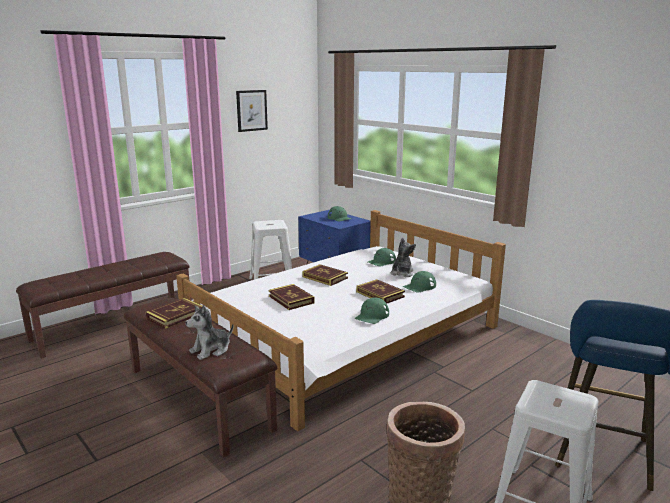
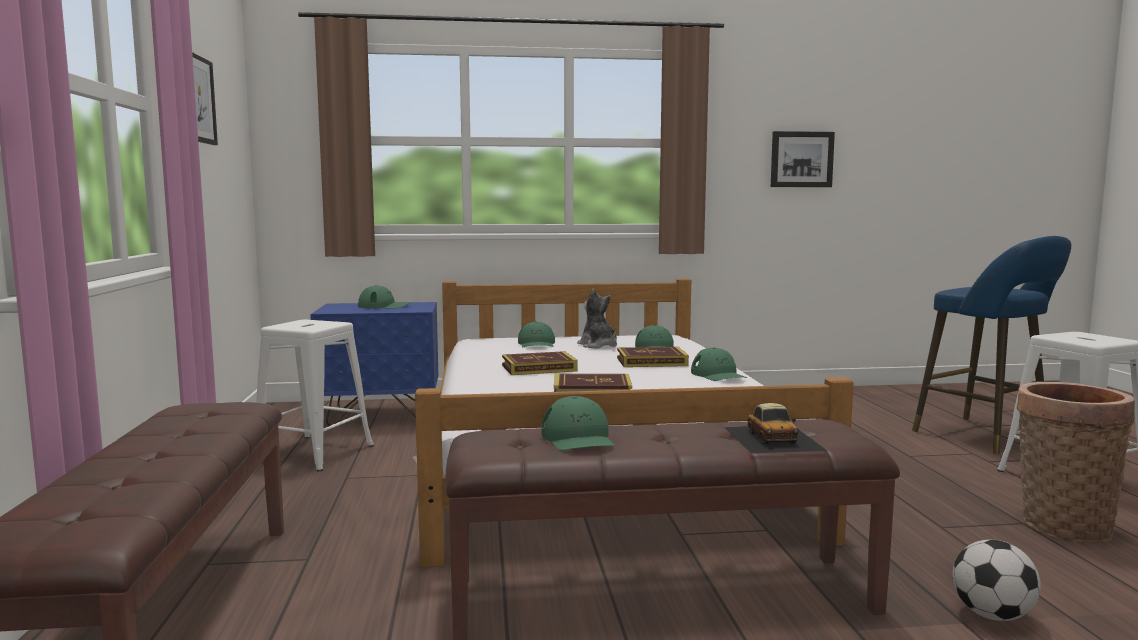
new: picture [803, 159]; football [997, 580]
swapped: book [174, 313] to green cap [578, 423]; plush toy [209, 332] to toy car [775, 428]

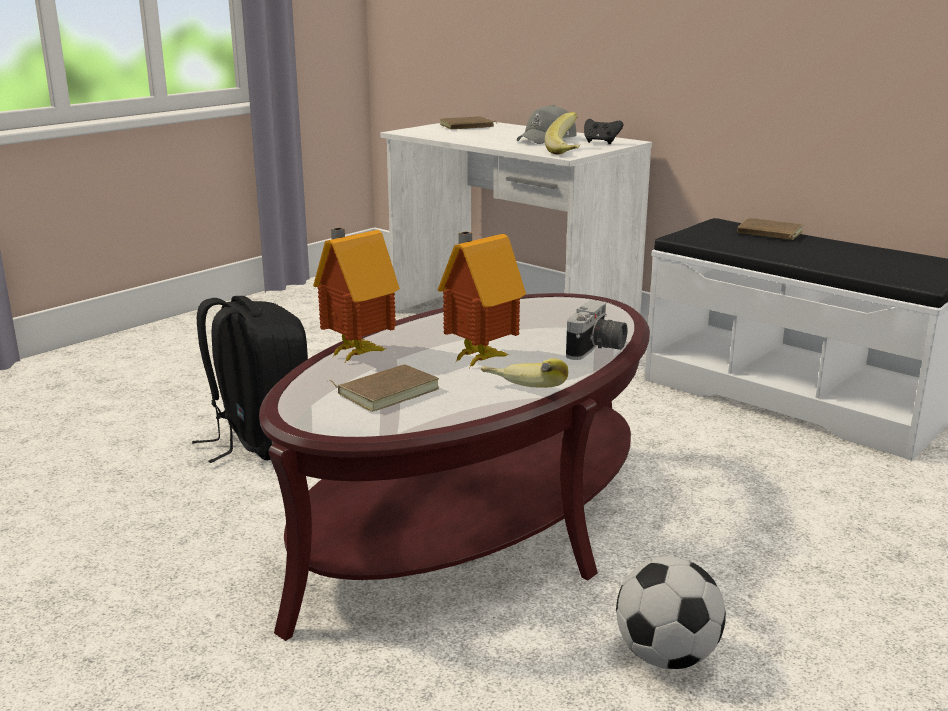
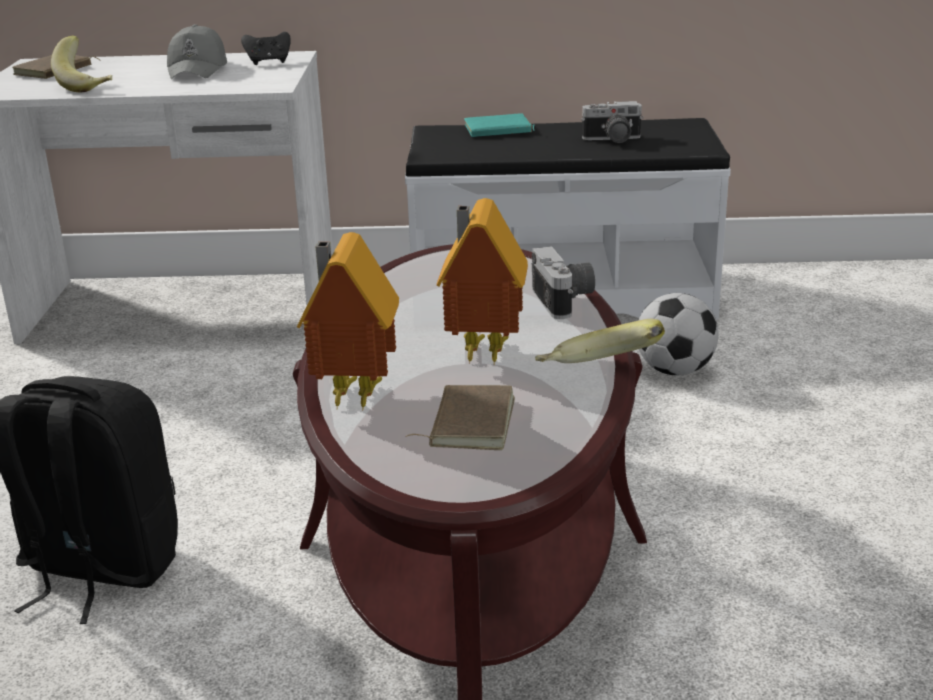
new: photo camera [612, 122]
shifted: banana [562, 133] to [81, 63]; football [671, 612] to [678, 334]
repainted: brown book [770, 229] to turquoise book [499, 125]

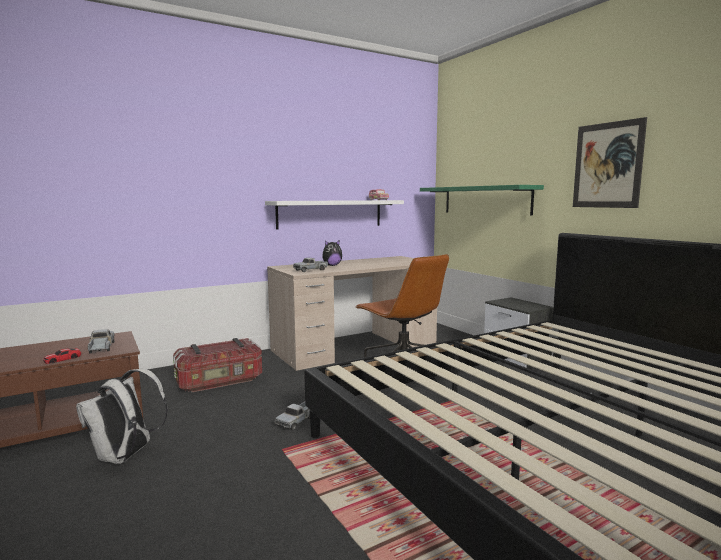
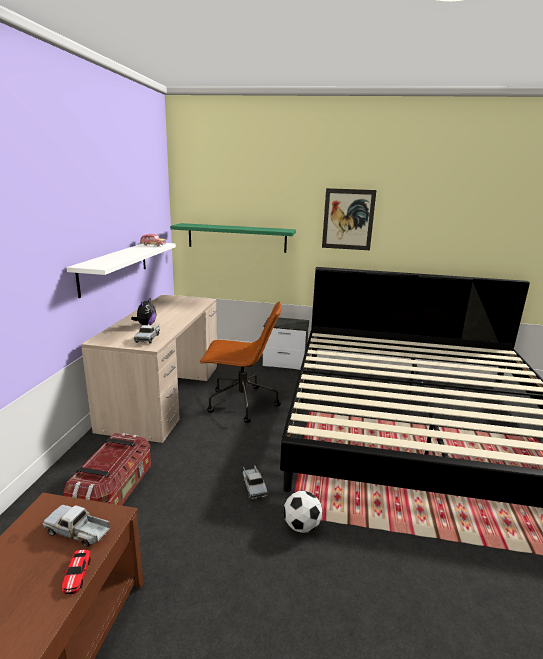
gone: white backpack [122, 416]
new: football [303, 512]

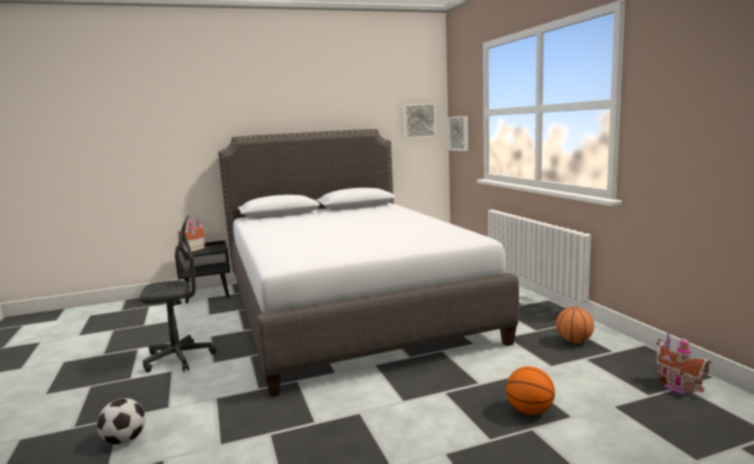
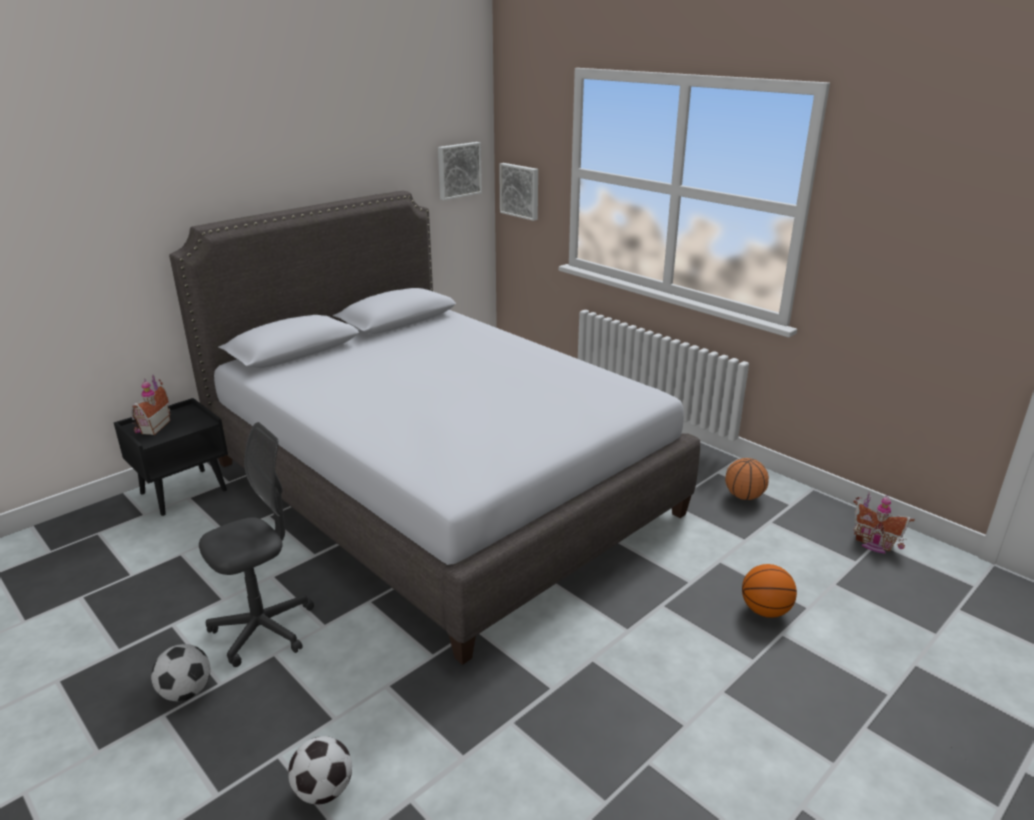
new: football [180, 672]

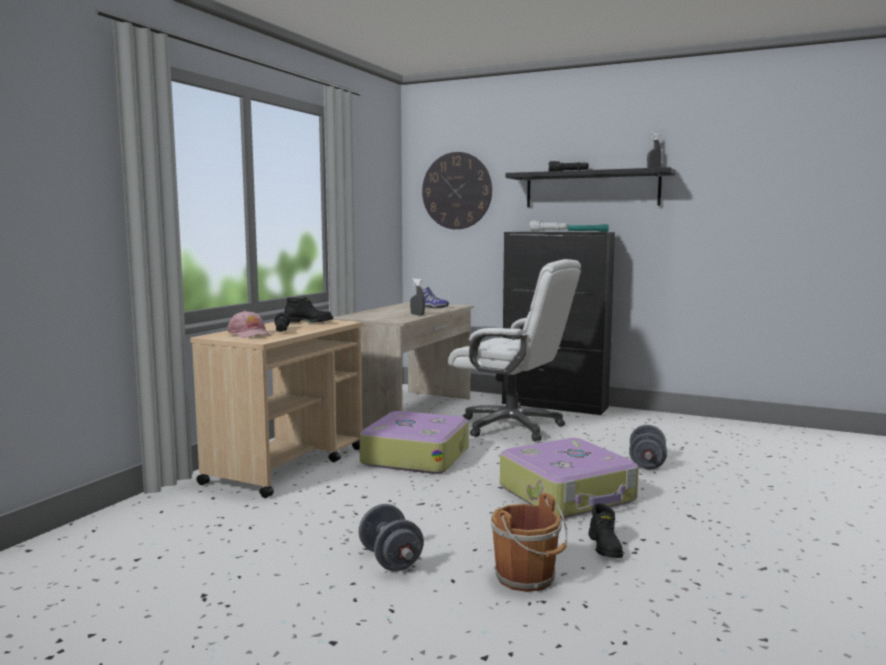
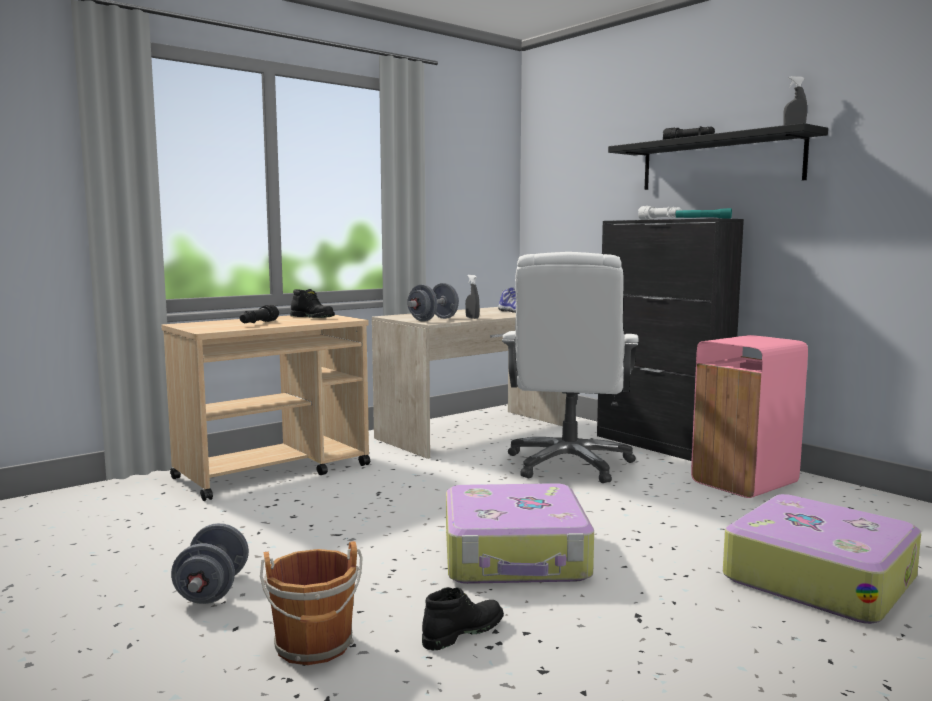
gone: pink cap [249, 324]; wall clock [457, 190]
new: pink trash can [749, 416]
shifted: grey dumbbell [648, 447] to [433, 302]; suitcase [414, 442] to [822, 559]
rotated: black boot [606, 530] = [463, 618] 150 degrees counterclockwise; white office chair [514, 350] = [570, 367] 45 degrees clockwise

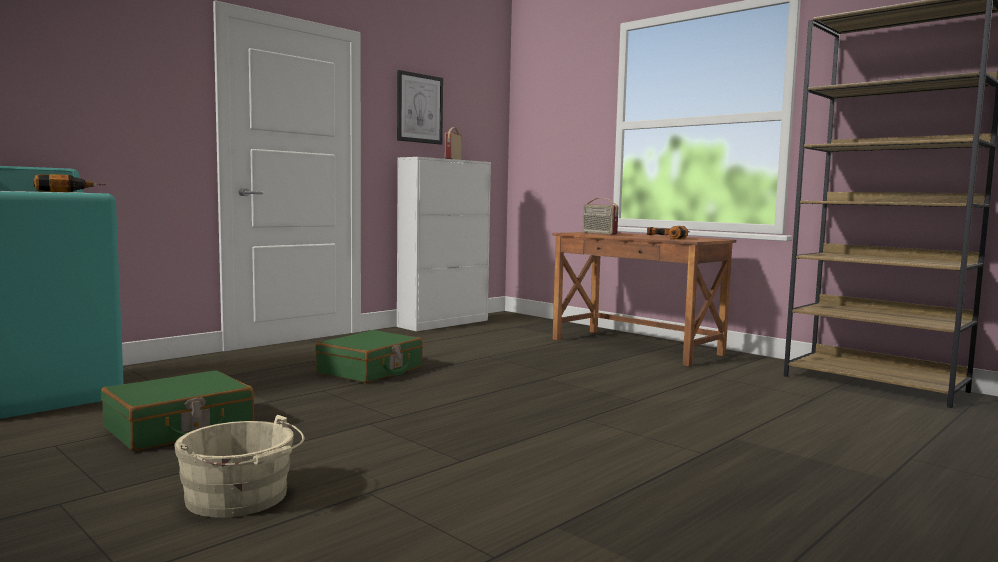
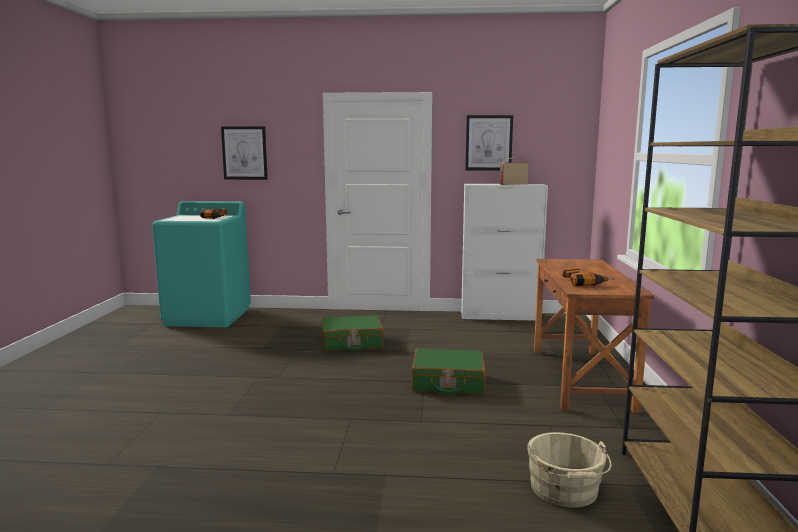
gone: radio [600, 216]
new: picture [244, 153]
shifted: green suitcase [177, 410] to [449, 371]; beige bucket [239, 466] to [569, 470]

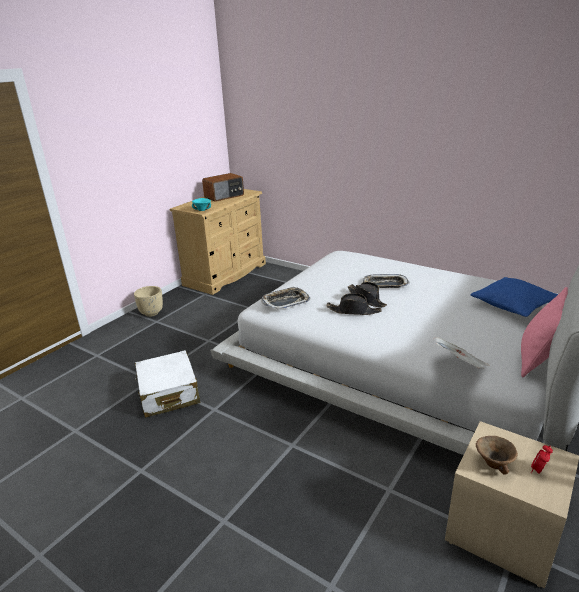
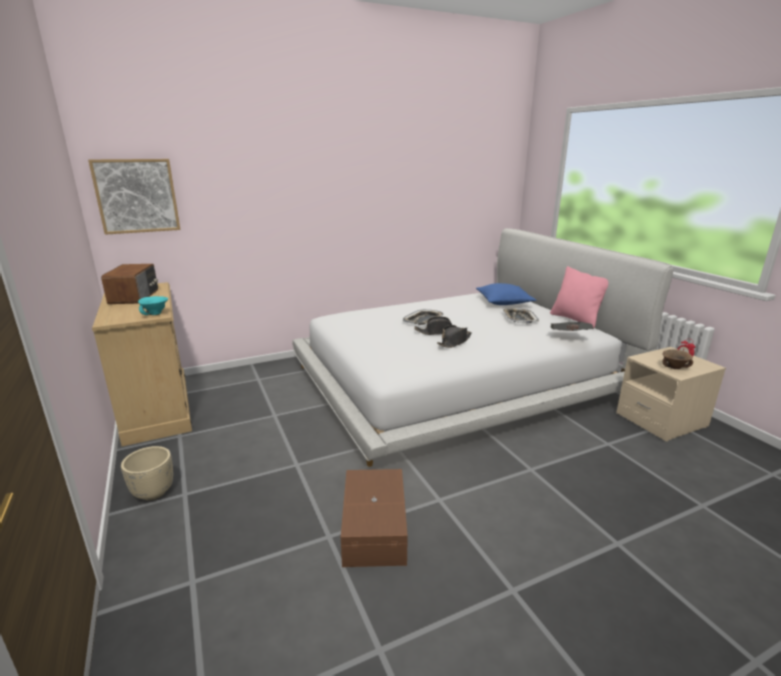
new: picture [134, 197]
shifted: tray [286, 298] to [521, 316]
swapped: white suitcase [167, 384] to brown storage box [374, 518]

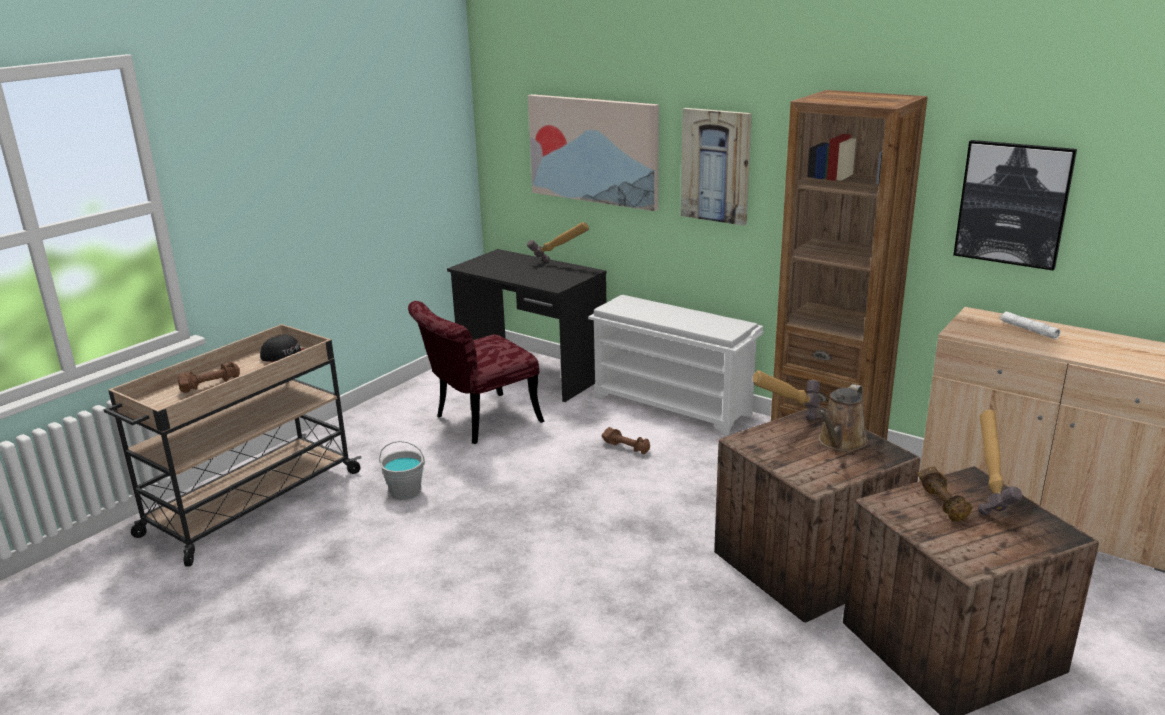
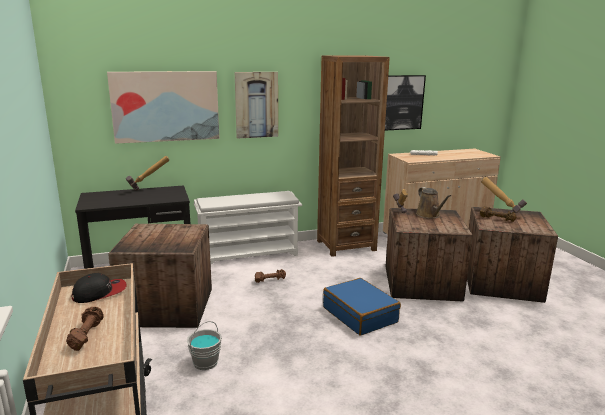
new: blue suitcase [362, 306]
swapped: red chair [476, 372] to crate [160, 276]

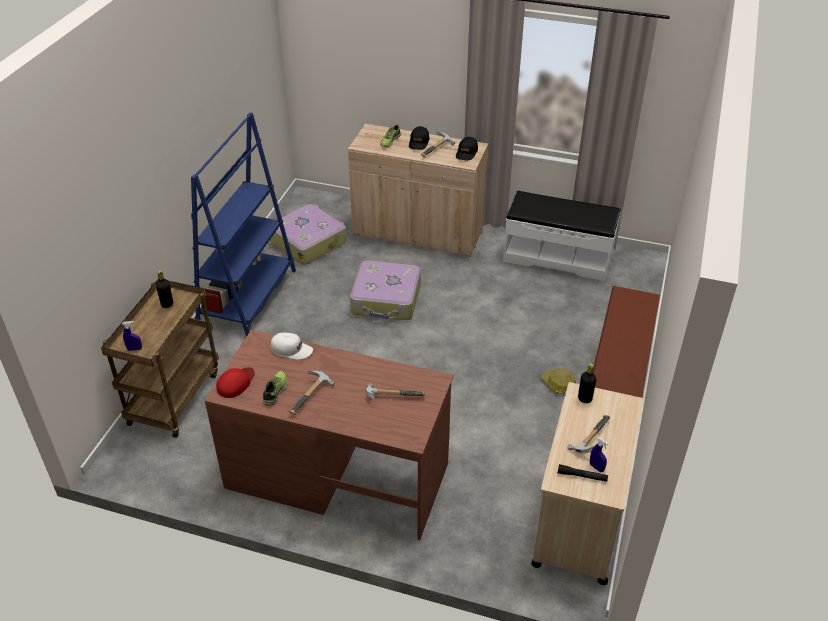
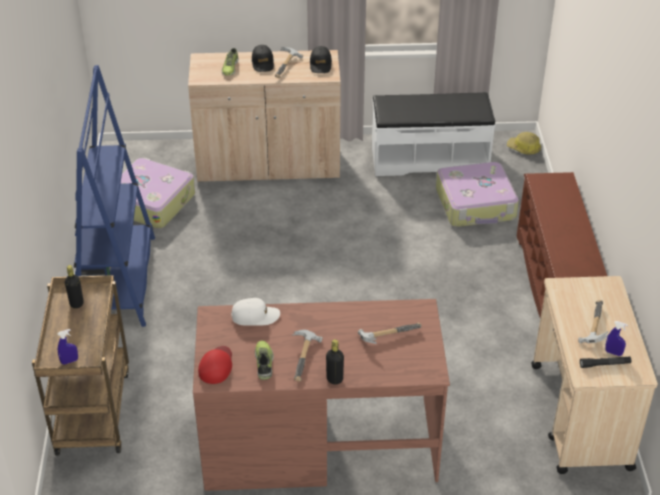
shifted: black bottle [587, 383] to [335, 361]; suitcase [385, 290] to [477, 194]; hard hat [558, 381] to [524, 143]

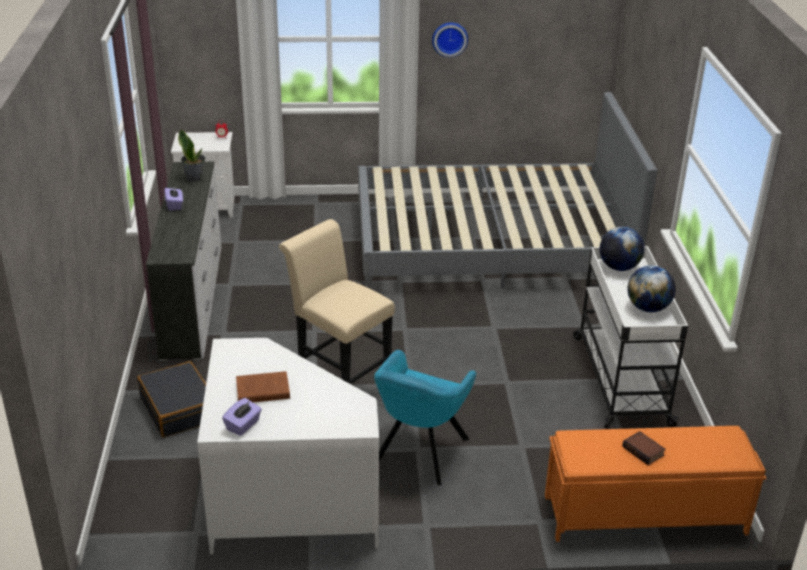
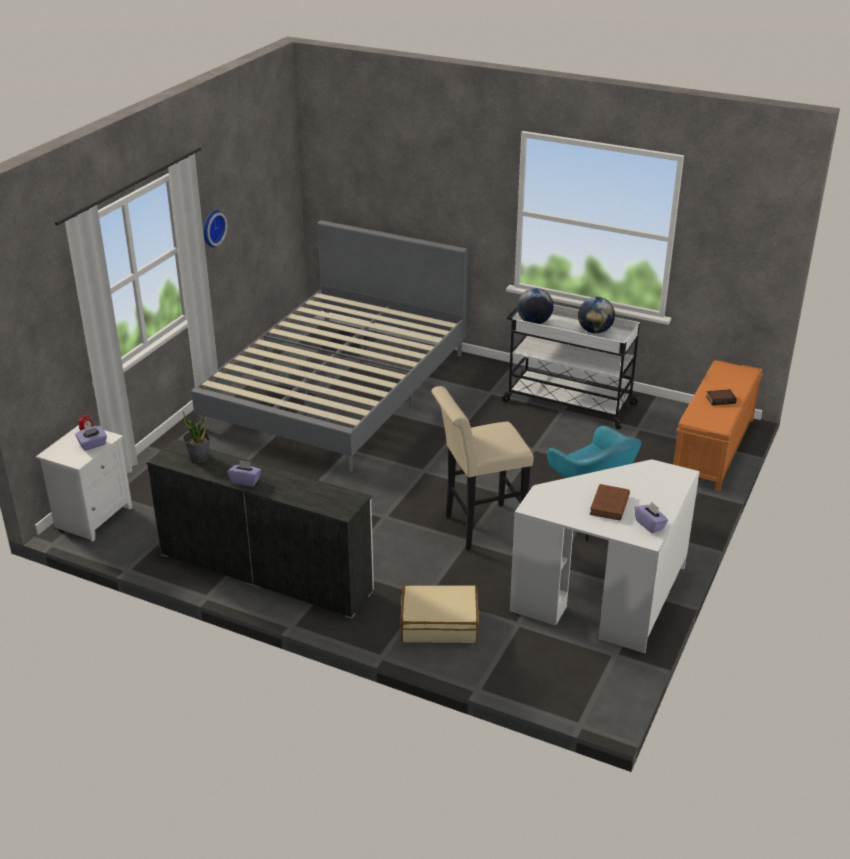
new: purple tissue box [91, 438]
repainted: black suitcase [171, 399] to beige suitcase [440, 614]

